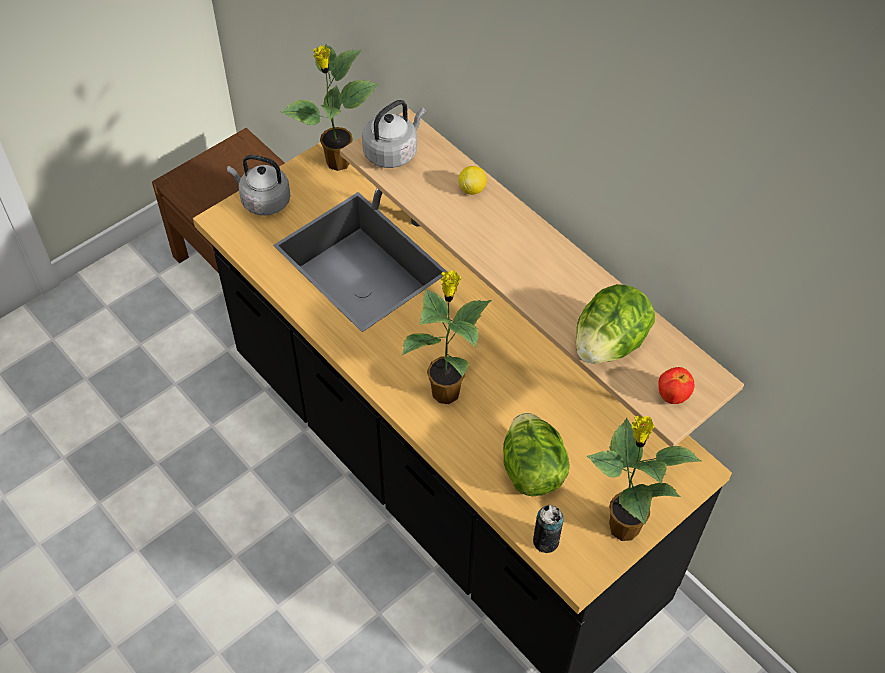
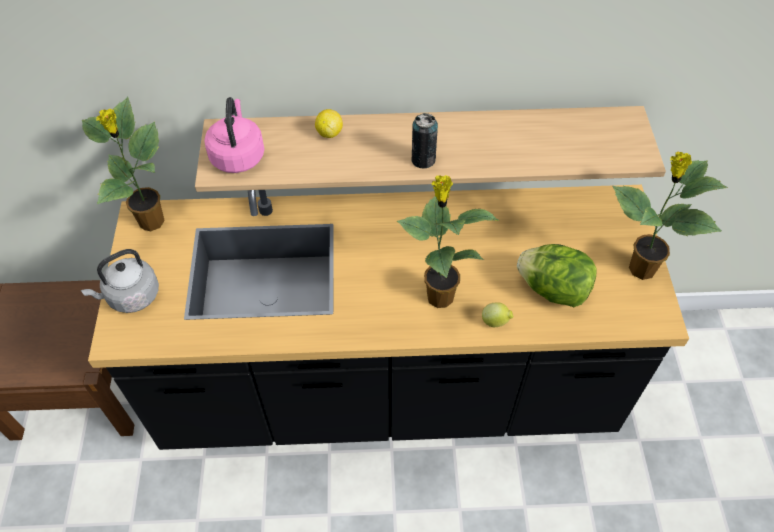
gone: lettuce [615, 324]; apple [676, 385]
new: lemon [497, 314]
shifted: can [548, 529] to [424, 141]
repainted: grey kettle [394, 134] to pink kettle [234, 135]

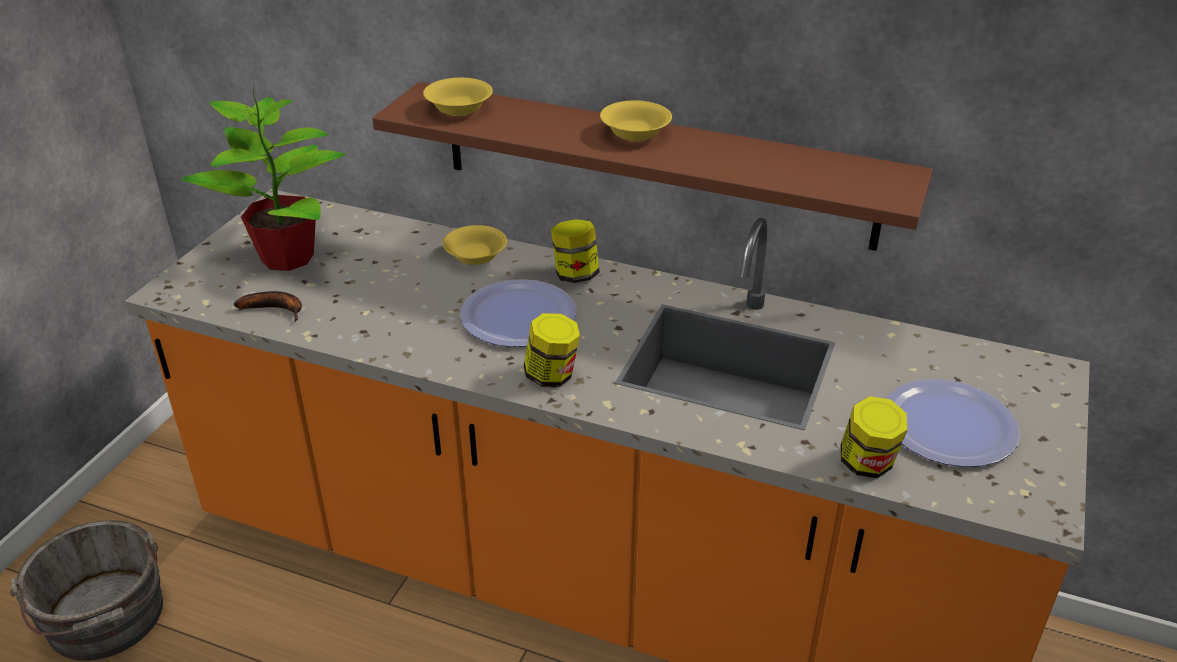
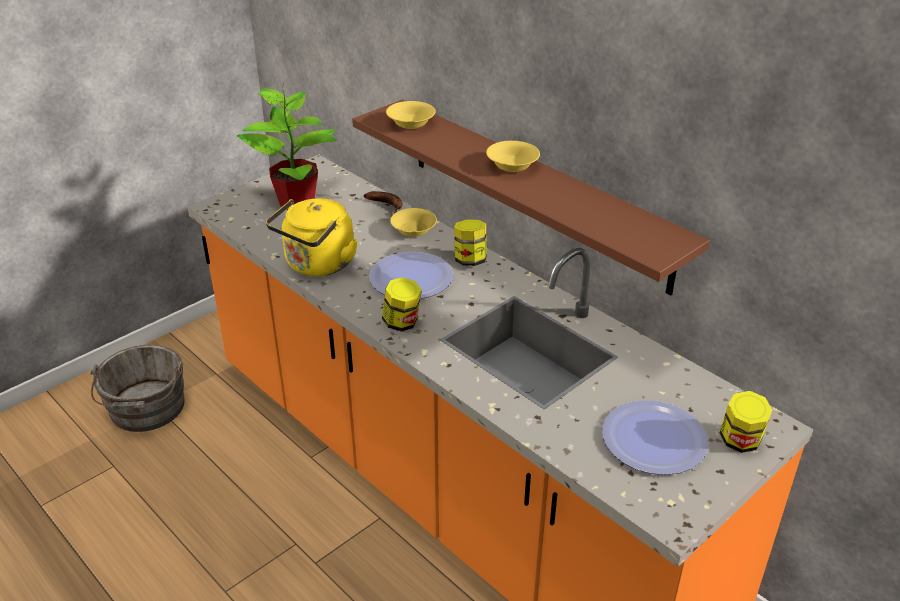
new: yellow kettle [312, 237]
shifted: banana [268, 306] to [383, 202]; jar [874, 437] to [746, 422]

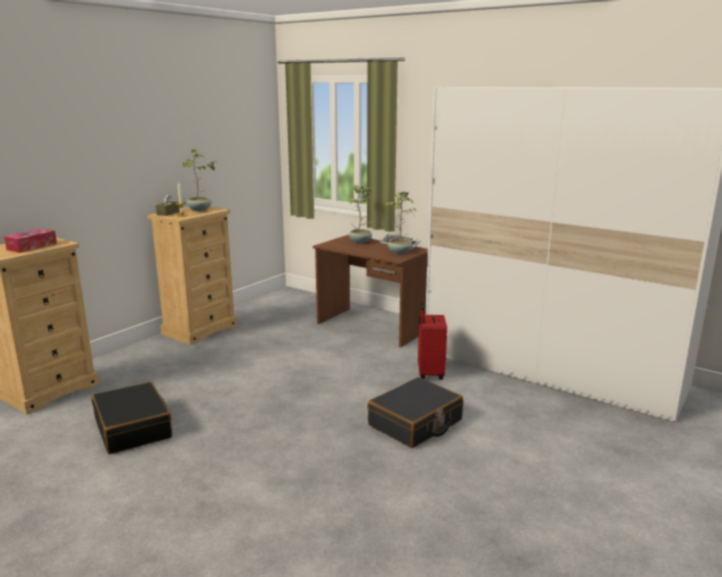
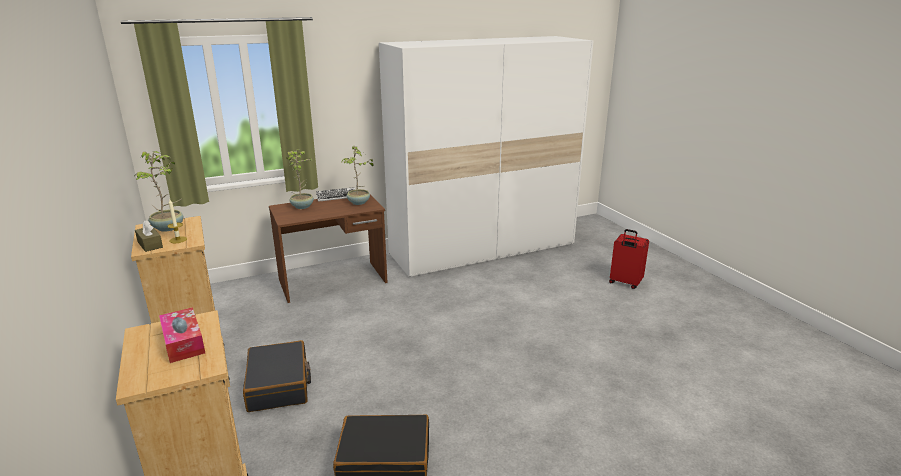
shifted: black suitcase [415, 412] to [277, 376]; red suitcase [432, 341] to [629, 259]

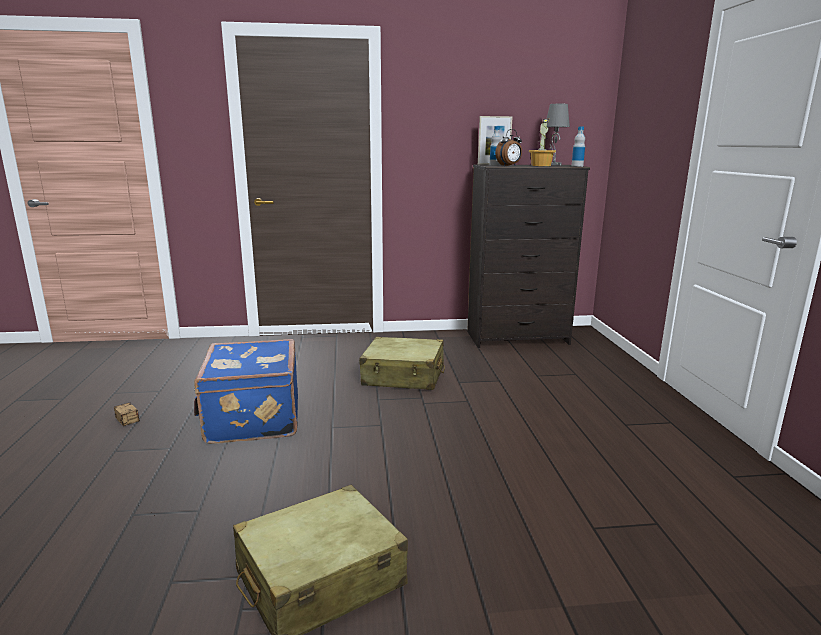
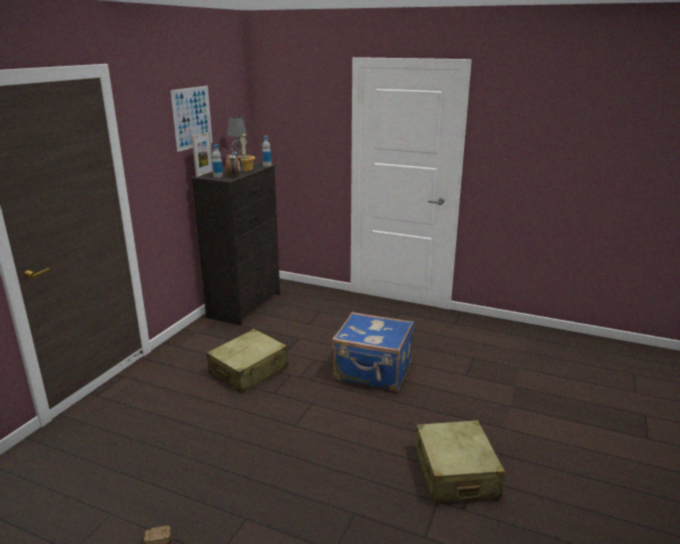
new: picture [191, 119]
shifted: blue suitcase [246, 391] to [373, 351]

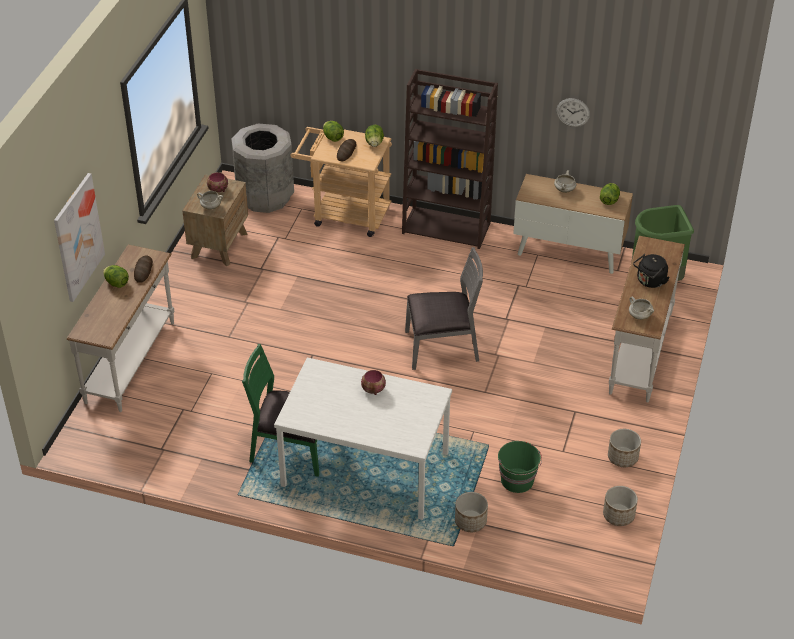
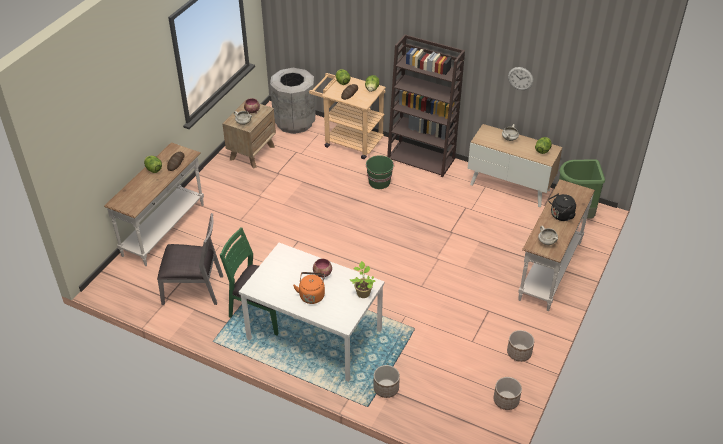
gone: picture [79, 237]
new: orange kettle [309, 288]; potted plant [362, 279]
shifted: grey chair [444, 308] to [190, 259]; green bucket [520, 467] to [380, 172]

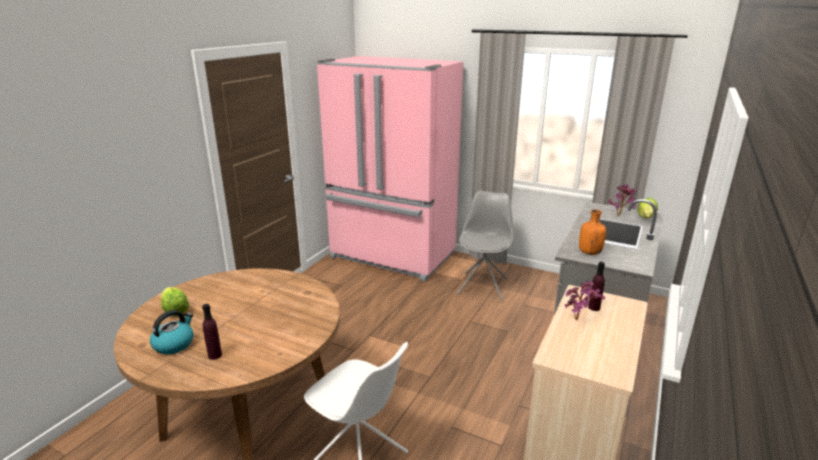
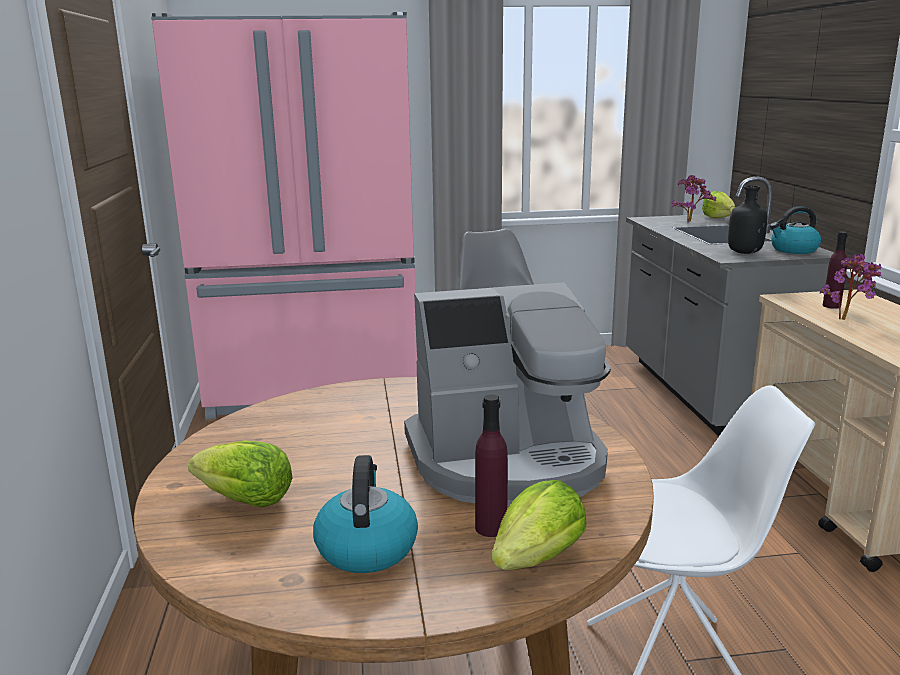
new: coffee machine [507, 394]; lettuce [539, 525]; kettle [795, 230]
repainted: orange bottle [592, 232] to black bottle [747, 219]

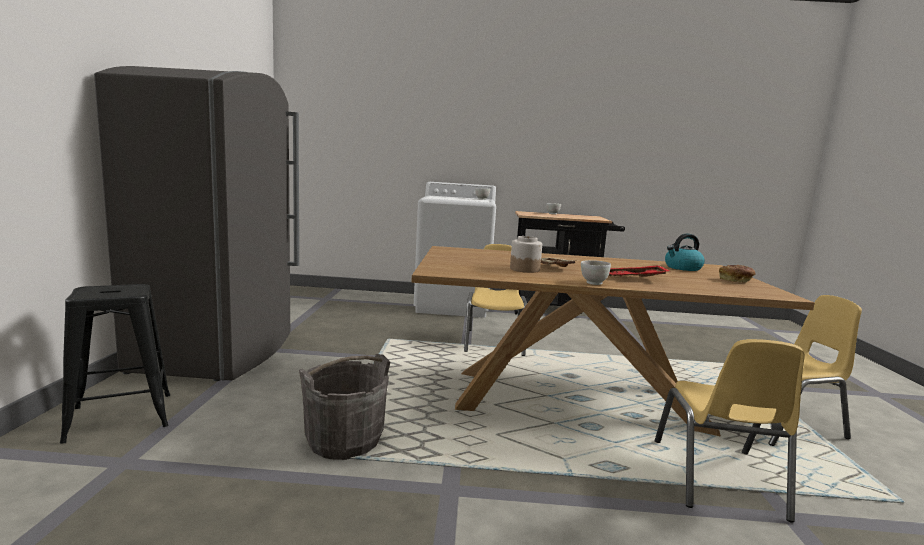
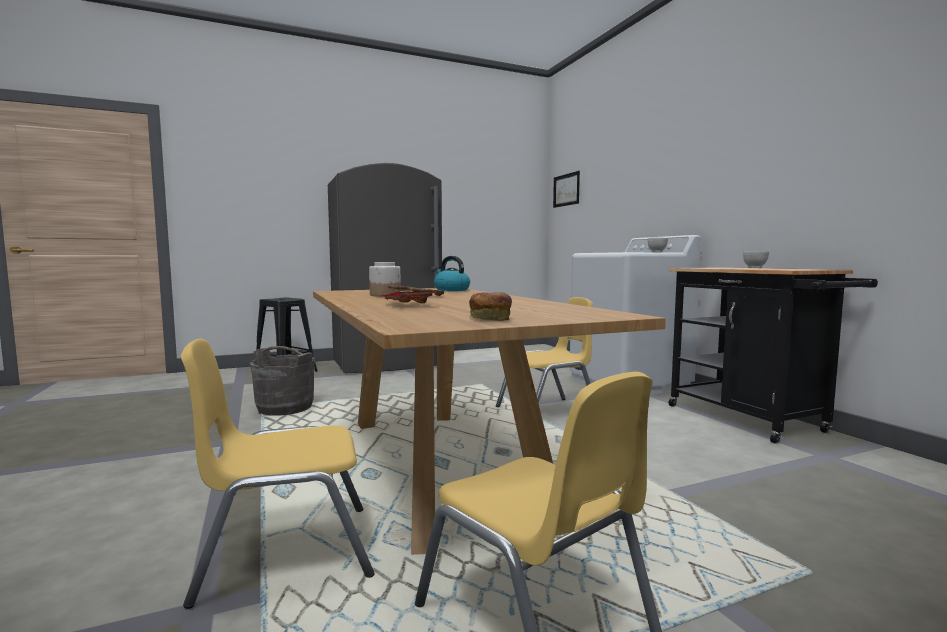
gone: white bowl [596, 272]
new: picture [566, 189]
shifted: kettle [685, 252] to [452, 273]

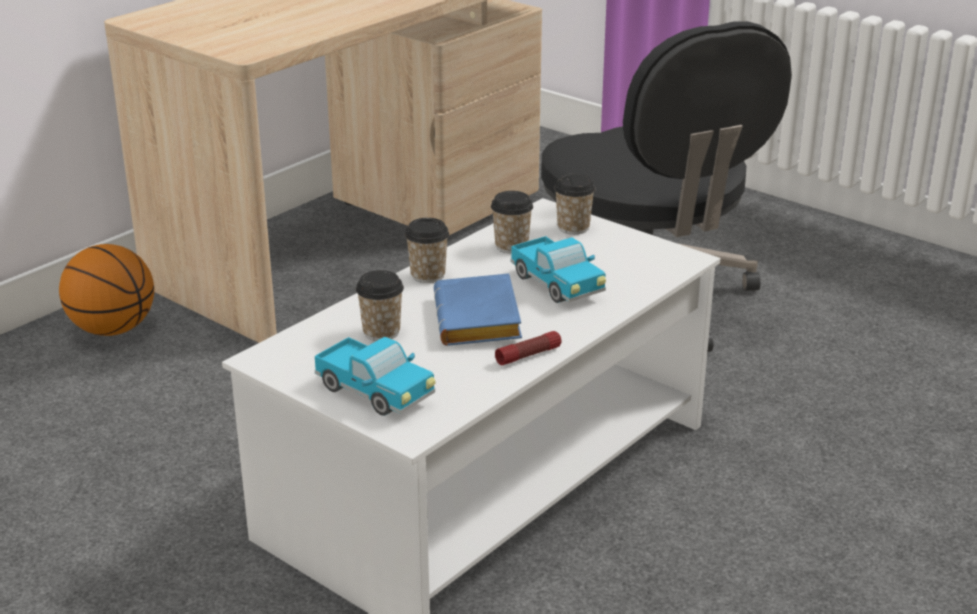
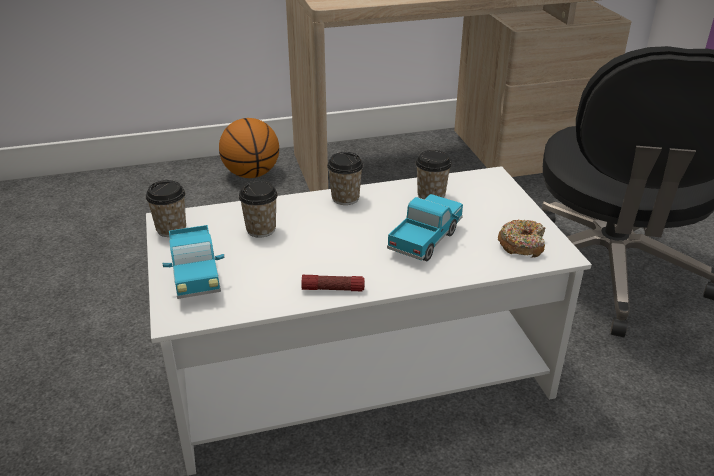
gone: blue book [478, 309]
new: donut [521, 238]
shifted: cup [575, 203] to [166, 208]
rotated: toy truck [558, 269] = [425, 227] 150 degrees counterclockwise

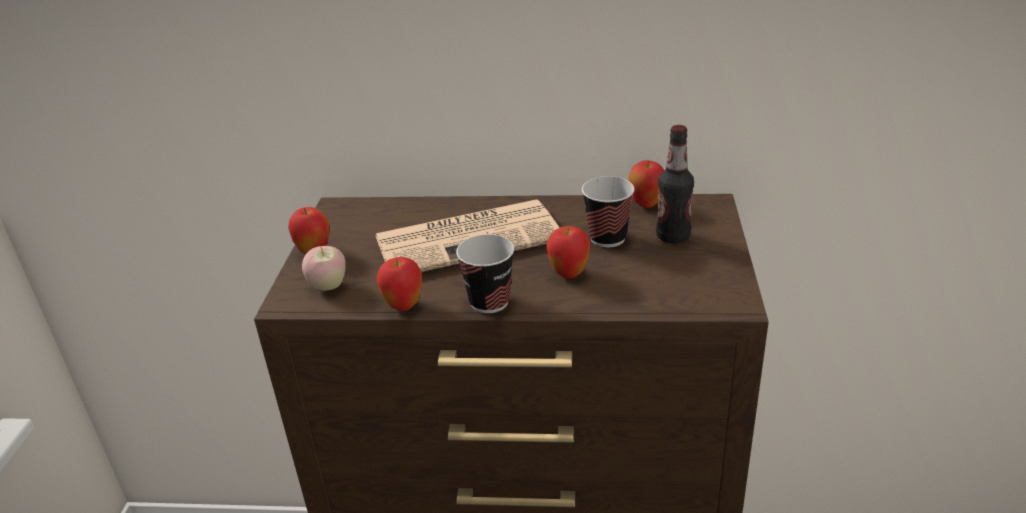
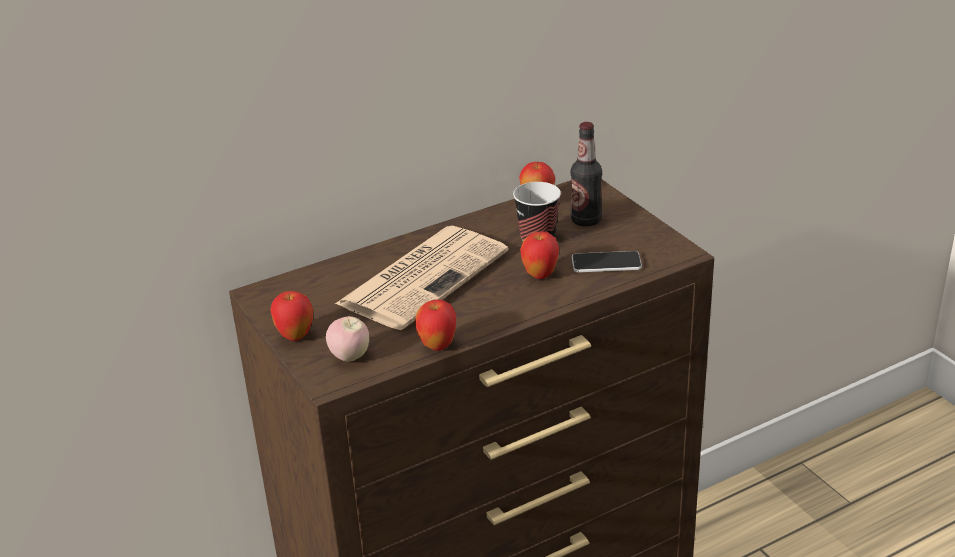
gone: cup [485, 273]
new: phone [607, 261]

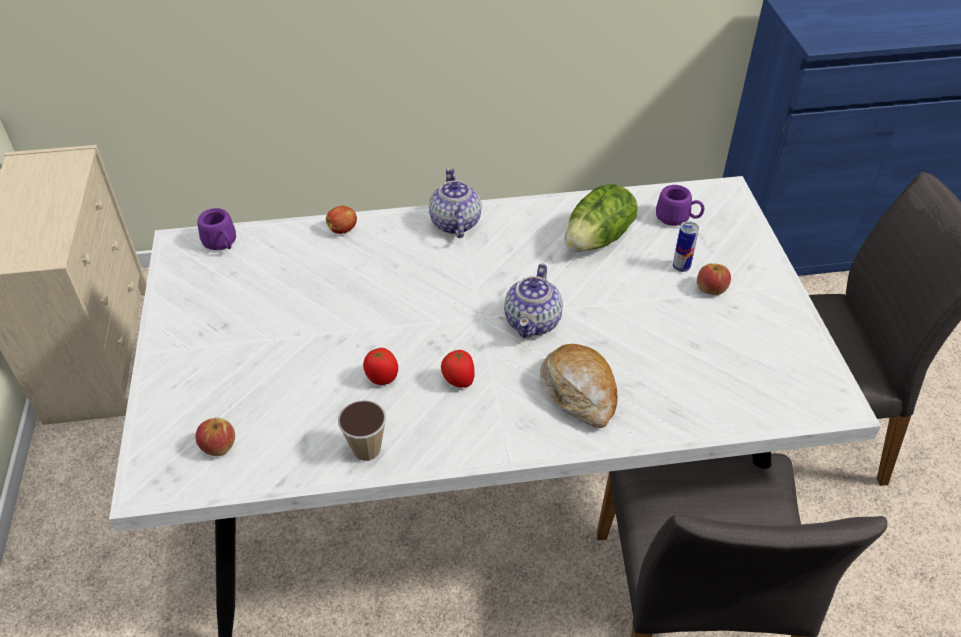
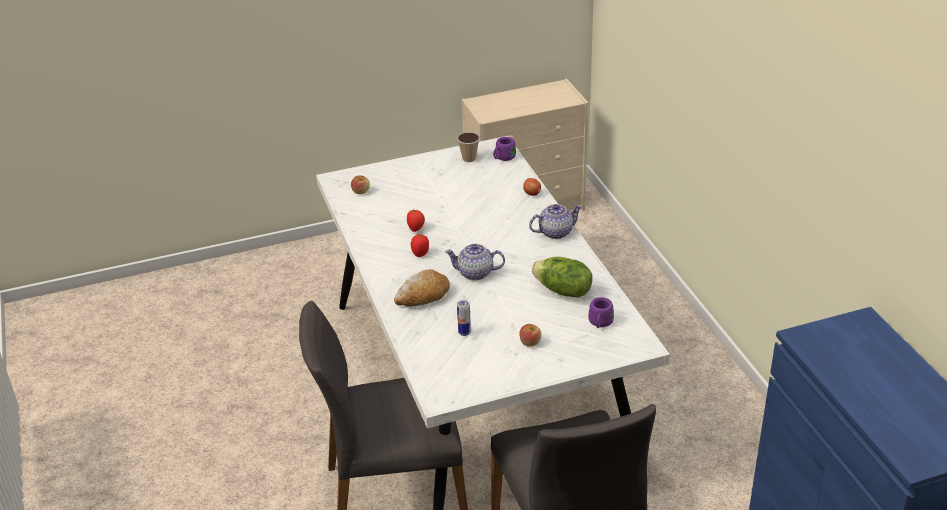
shifted: cup [362, 430] to [468, 147]; can [686, 246] to [464, 318]

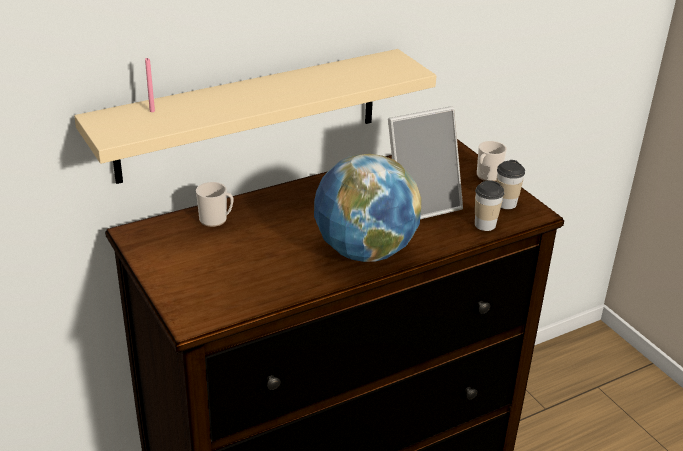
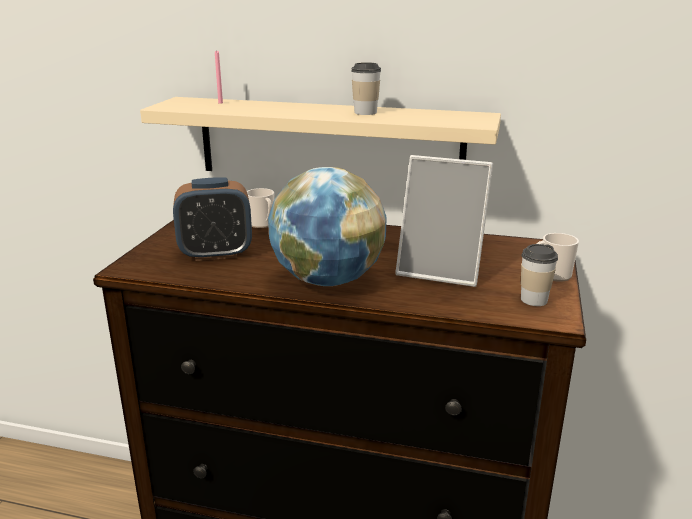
new: alarm clock [212, 219]
shifted: cup [489, 206] to [366, 88]

